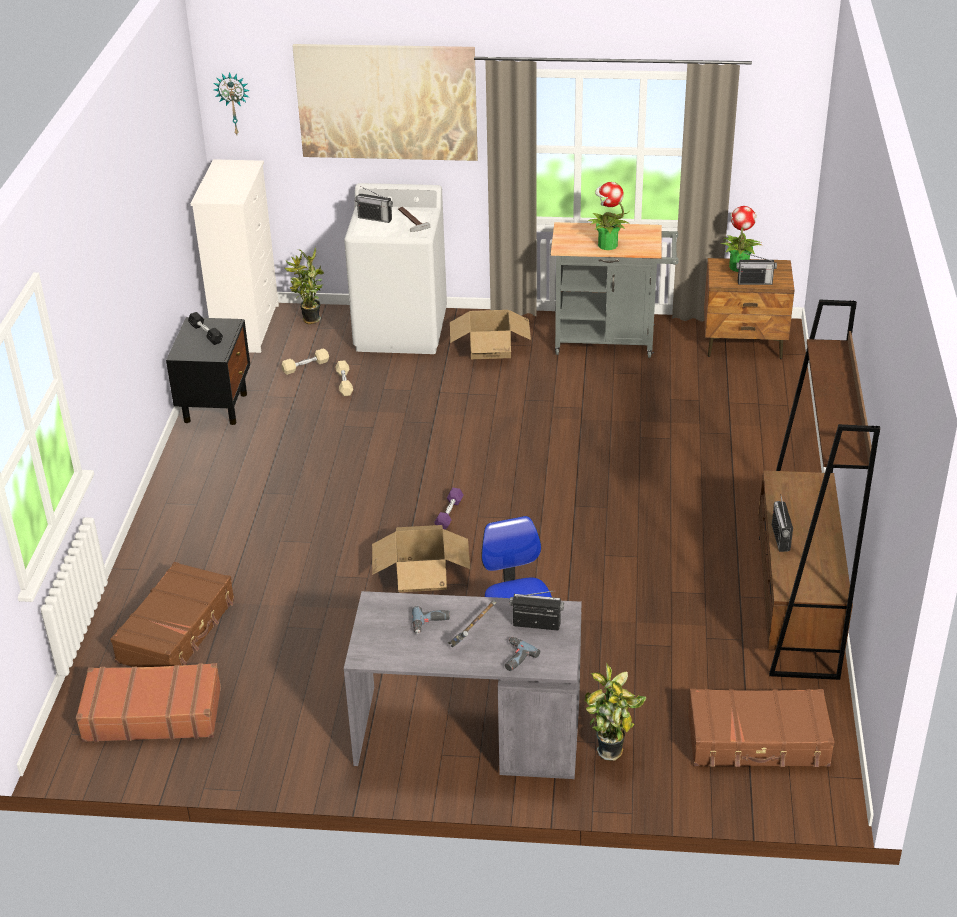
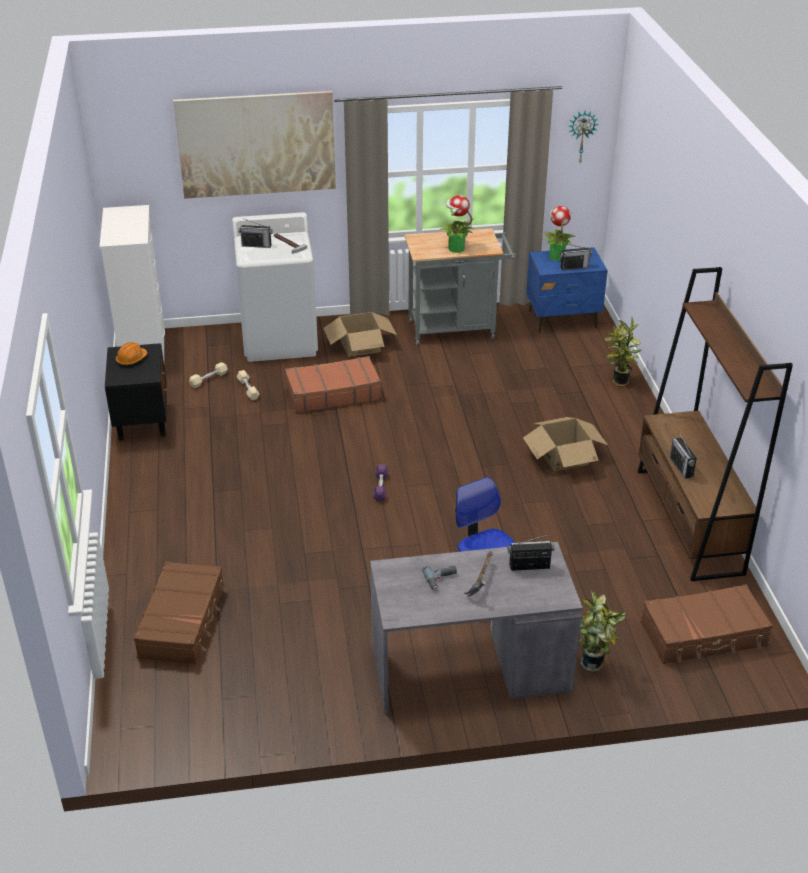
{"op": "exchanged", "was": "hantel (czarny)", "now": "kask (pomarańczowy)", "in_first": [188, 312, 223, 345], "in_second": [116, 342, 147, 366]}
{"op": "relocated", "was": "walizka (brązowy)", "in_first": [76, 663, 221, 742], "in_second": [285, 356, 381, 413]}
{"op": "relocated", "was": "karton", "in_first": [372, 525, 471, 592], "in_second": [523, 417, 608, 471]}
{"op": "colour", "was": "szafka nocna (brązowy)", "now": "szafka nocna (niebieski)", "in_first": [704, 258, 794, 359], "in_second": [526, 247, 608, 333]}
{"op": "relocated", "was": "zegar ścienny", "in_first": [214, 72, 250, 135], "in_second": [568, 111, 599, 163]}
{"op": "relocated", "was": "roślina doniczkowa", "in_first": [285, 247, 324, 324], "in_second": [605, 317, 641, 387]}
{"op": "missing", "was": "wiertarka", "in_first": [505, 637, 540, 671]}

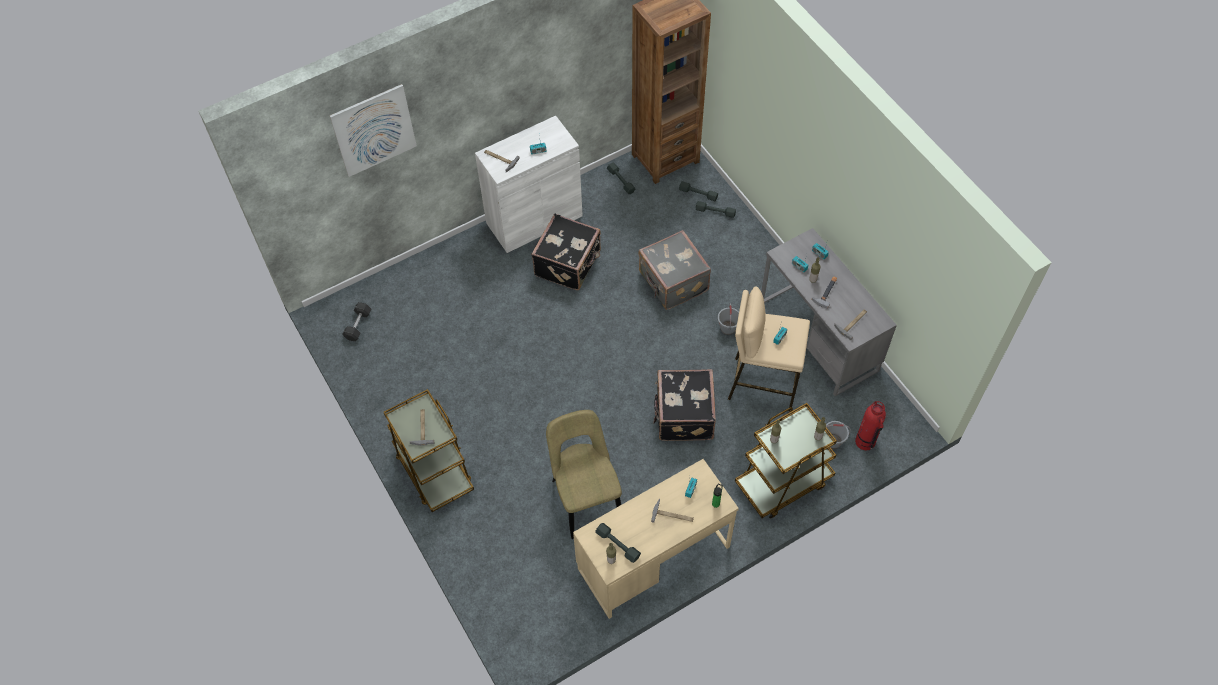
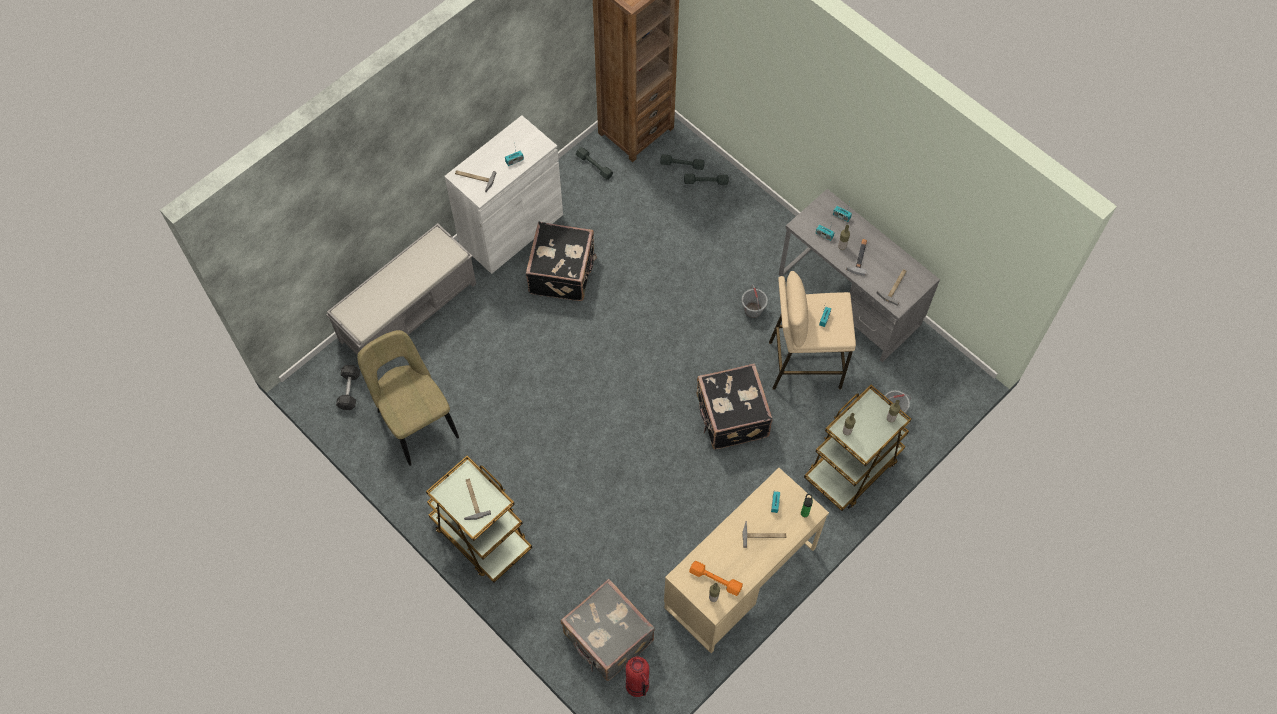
{"op": "appeared", "now": "ławka (szary)", "in_second": [326, 223, 476, 355]}
{"op": "relocated", "was": "krzesło (beżowy)", "in_first": [546, 410, 622, 539], "in_second": [357, 330, 459, 466]}
{"op": "relocated", "was": "walizka (szary)", "in_first": [638, 230, 711, 310], "in_second": [561, 579, 655, 681]}
{"op": "relocated", "was": "gaśnica", "in_first": [855, 401, 886, 451], "in_second": [626, 656, 649, 697]}
{"op": "colour", "was": "hantel (szary)", "now": "hantel (pomarańczowy)", "in_first": [595, 523, 641, 563], "in_second": [689, 561, 743, 596]}
{"op": "missing", "was": "obraz", "in_first": [330, 84, 417, 177]}

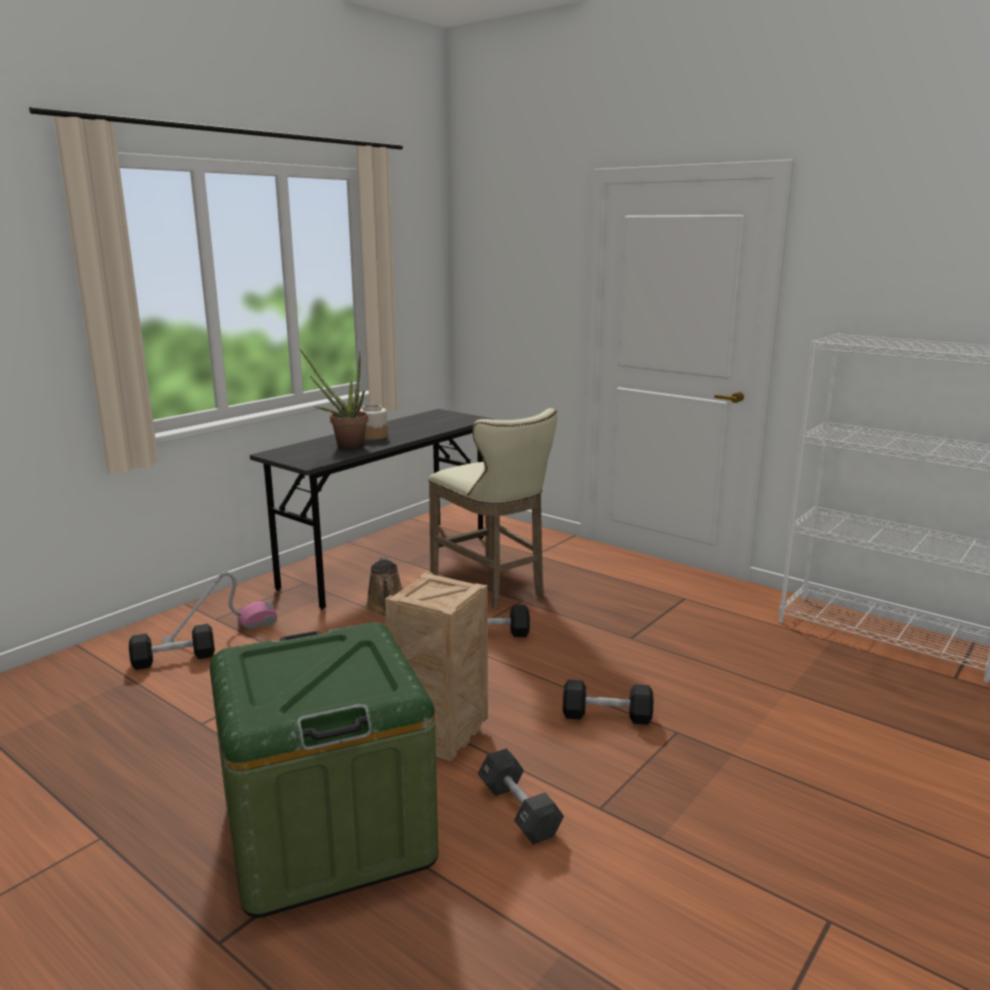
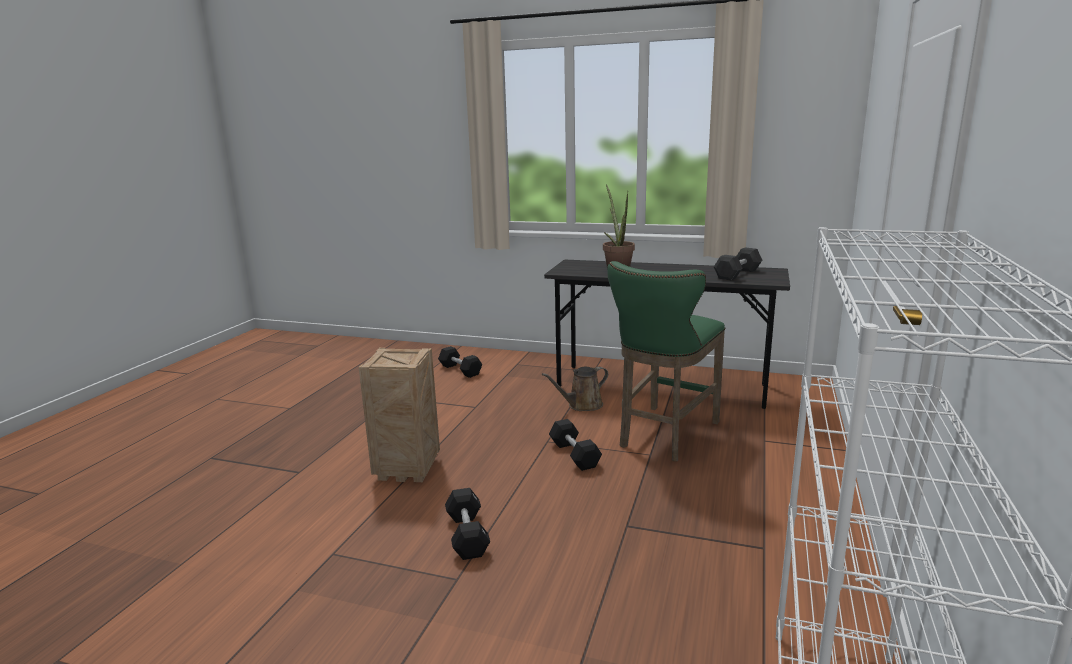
{"op": "colour", "was": "stołek (beżowy)", "now": "stołek (zielony)", "in_first": [428, 408, 557, 610], "in_second": [607, 261, 726, 461]}
{"op": "relocated", "was": "hantel (czarny)", "in_first": [478, 748, 564, 844], "in_second": [714, 247, 762, 280]}
{"op": "missing", "was": "odkurzacz", "in_first": [162, 572, 277, 644]}
{"op": "missing", "was": "pojemnik do przechowywania (zielony)", "in_first": [210, 622, 438, 918]}
{"op": "missing", "was": "słoik", "in_first": [360, 404, 388, 440]}

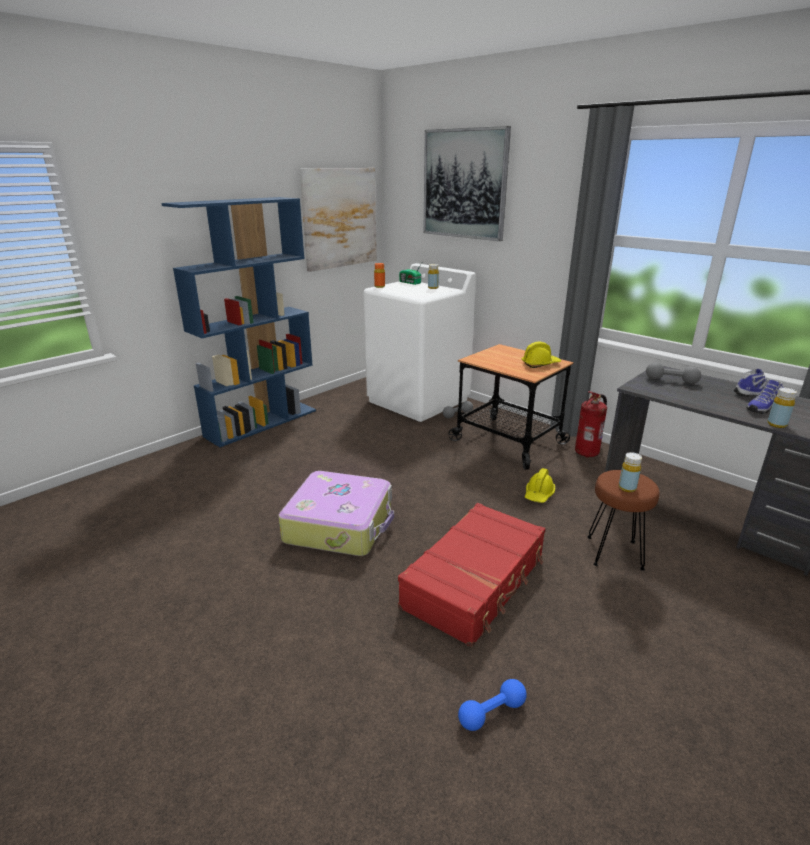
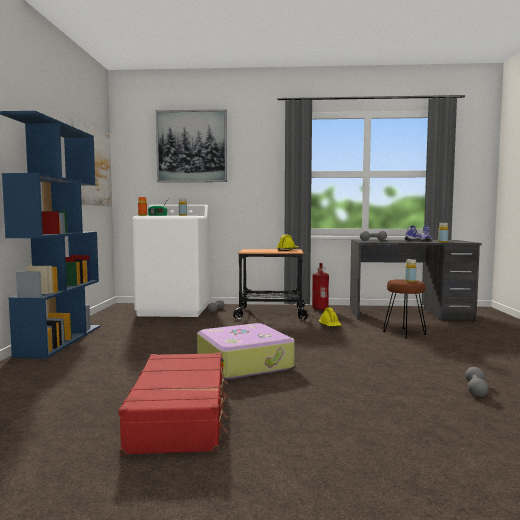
{"op": "relocated", "was": "walizka (czerwony)", "in_first": [398, 503, 545, 647], "in_second": [119, 353, 228, 455]}
{"op": "colour", "was": "hantel (niebieski)", "now": "hantel (szary)", "in_first": [458, 679, 527, 731], "in_second": [465, 367, 488, 397]}

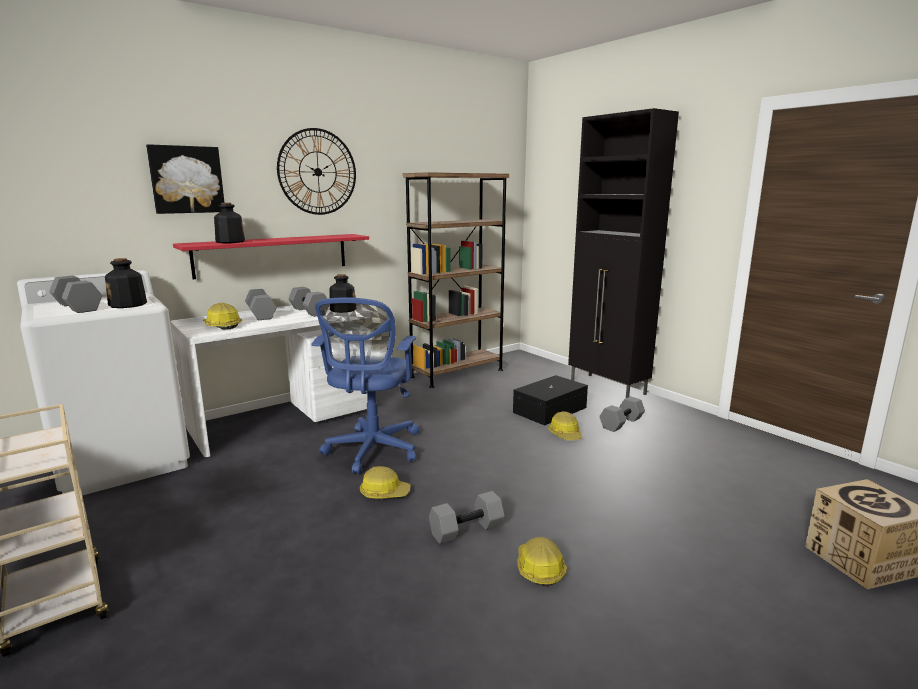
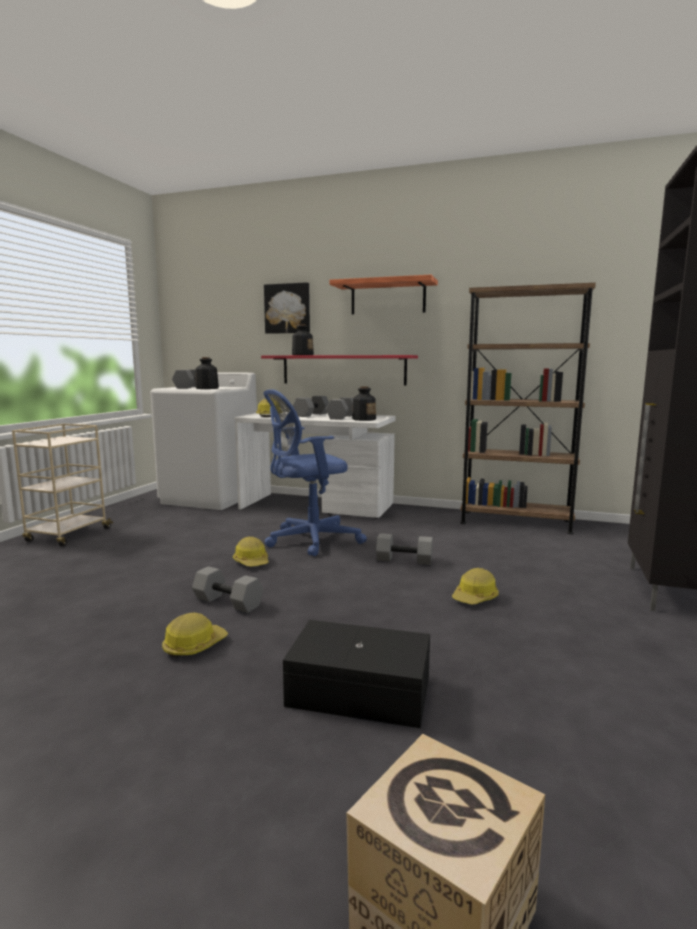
{"op": "relocated", "was": "pojemnik do przechowywania (czarny)", "in_first": [513, 375, 588, 425], "in_second": [283, 620, 430, 728]}
{"op": "exchanged", "was": "zegar ścienny", "now": "półka", "in_first": [277, 128, 356, 215], "in_second": [330, 275, 438, 314]}
{"op": "relocated", "was": "hantel (szary)", "in_first": [599, 396, 645, 432], "in_second": [376, 533, 433, 565]}

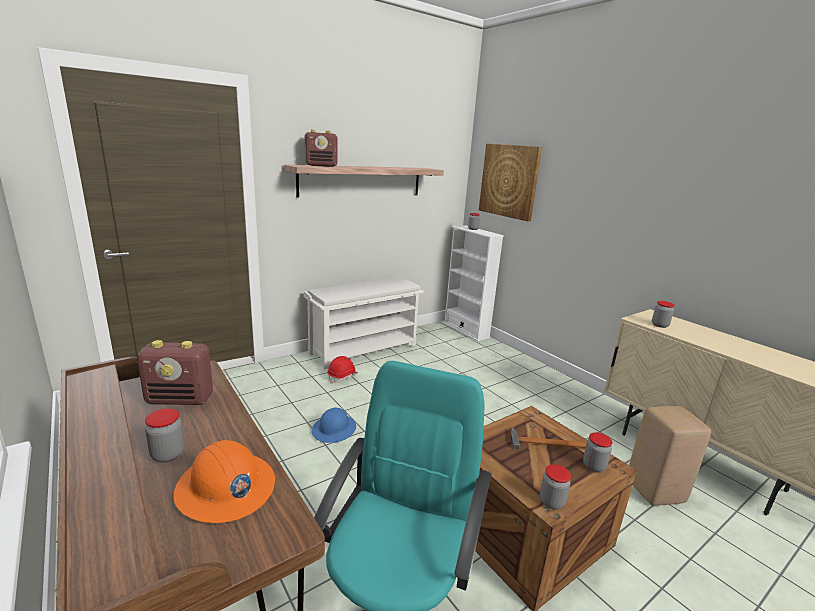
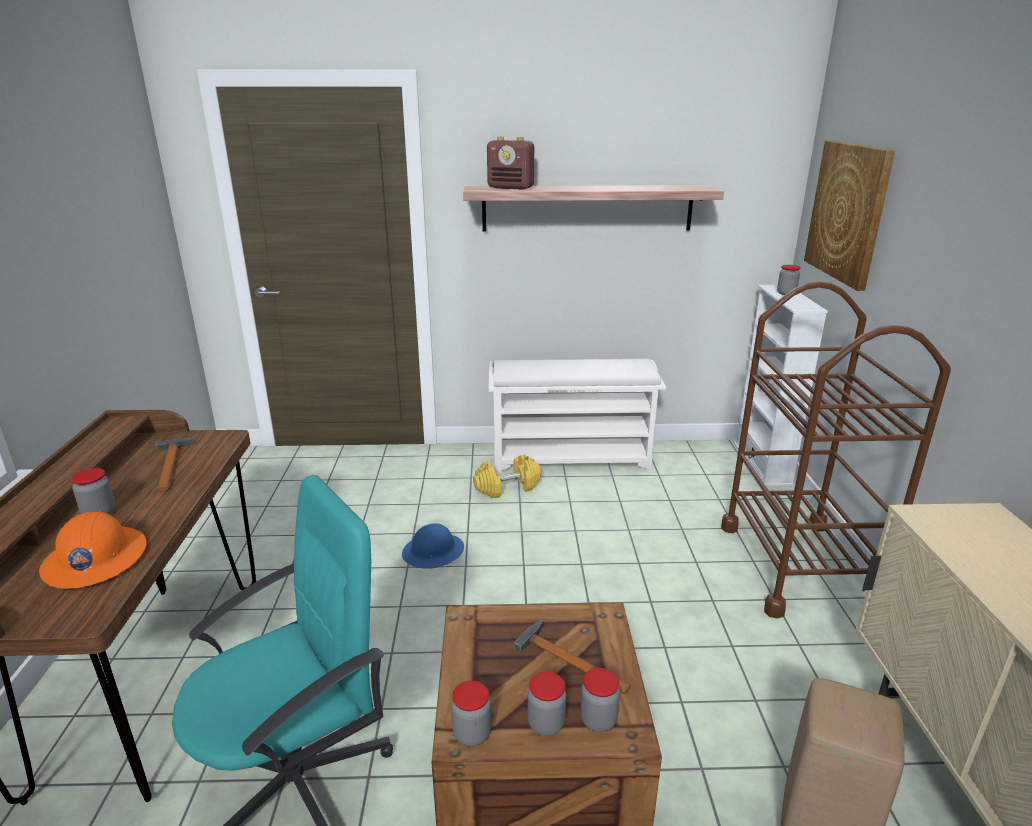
{"op": "exchanged", "was": "radio", "now": "młotek", "in_first": [137, 340, 213, 405], "in_second": [155, 438, 195, 491]}
{"op": "exchanged", "was": "kask (czerwony)", "now": "hantel (żółty)", "in_first": [327, 356, 357, 384], "in_second": [473, 454, 541, 498]}
{"op": "relocated", "was": "słoik", "in_first": [652, 301, 675, 328], "in_second": [528, 672, 566, 736]}
{"op": "appeared", "now": "wózek (brązowy)", "in_second": [721, 281, 951, 619]}

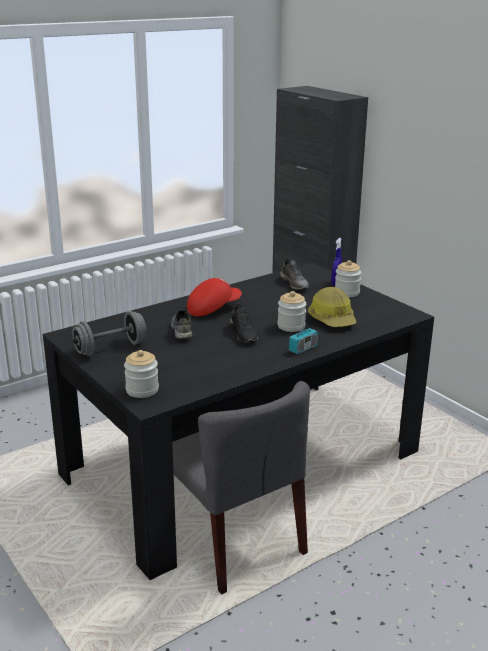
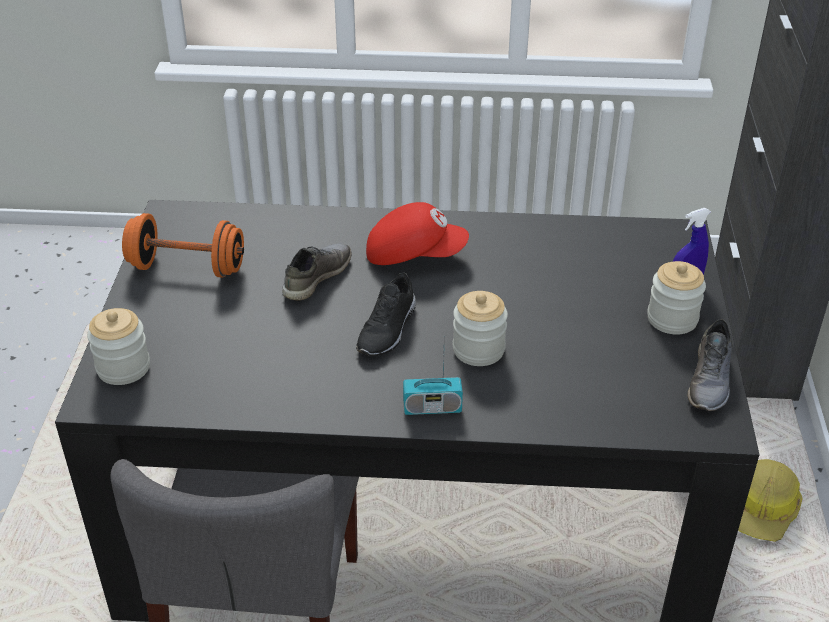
{"op": "colour", "was": "hantel (szary)", "now": "hantel (pomarańczowy)", "in_first": [72, 311, 147, 356], "in_second": [122, 213, 244, 278]}
{"op": "relocated", "was": "but (szary)", "in_first": [280, 258, 309, 290], "in_second": [687, 319, 733, 411]}
{"op": "relocated", "was": "kask", "in_first": [308, 287, 357, 327], "in_second": [738, 459, 803, 542]}

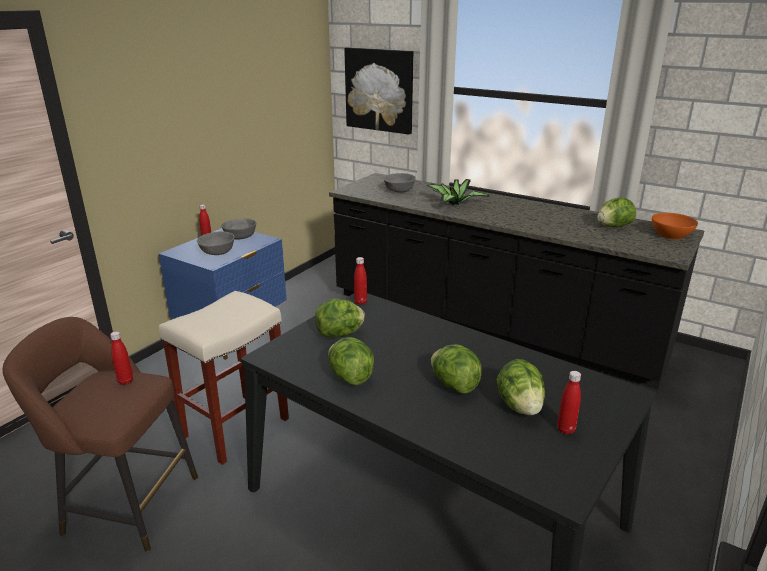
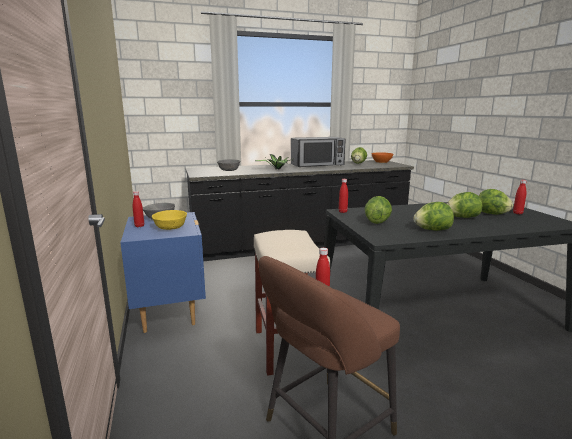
{"op": "colour", "was": "miska (szary)", "now": "miska (żółty)", "in_first": [197, 231, 235, 255], "in_second": [152, 210, 187, 230]}
{"op": "appeared", "now": "mikrofalówka", "in_second": [291, 137, 345, 167]}
{"op": "missing", "was": "obraz", "in_first": [344, 47, 413, 135]}

